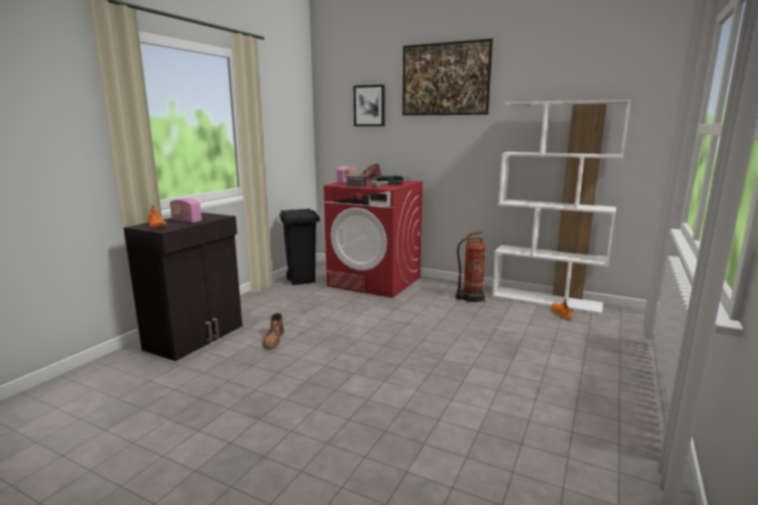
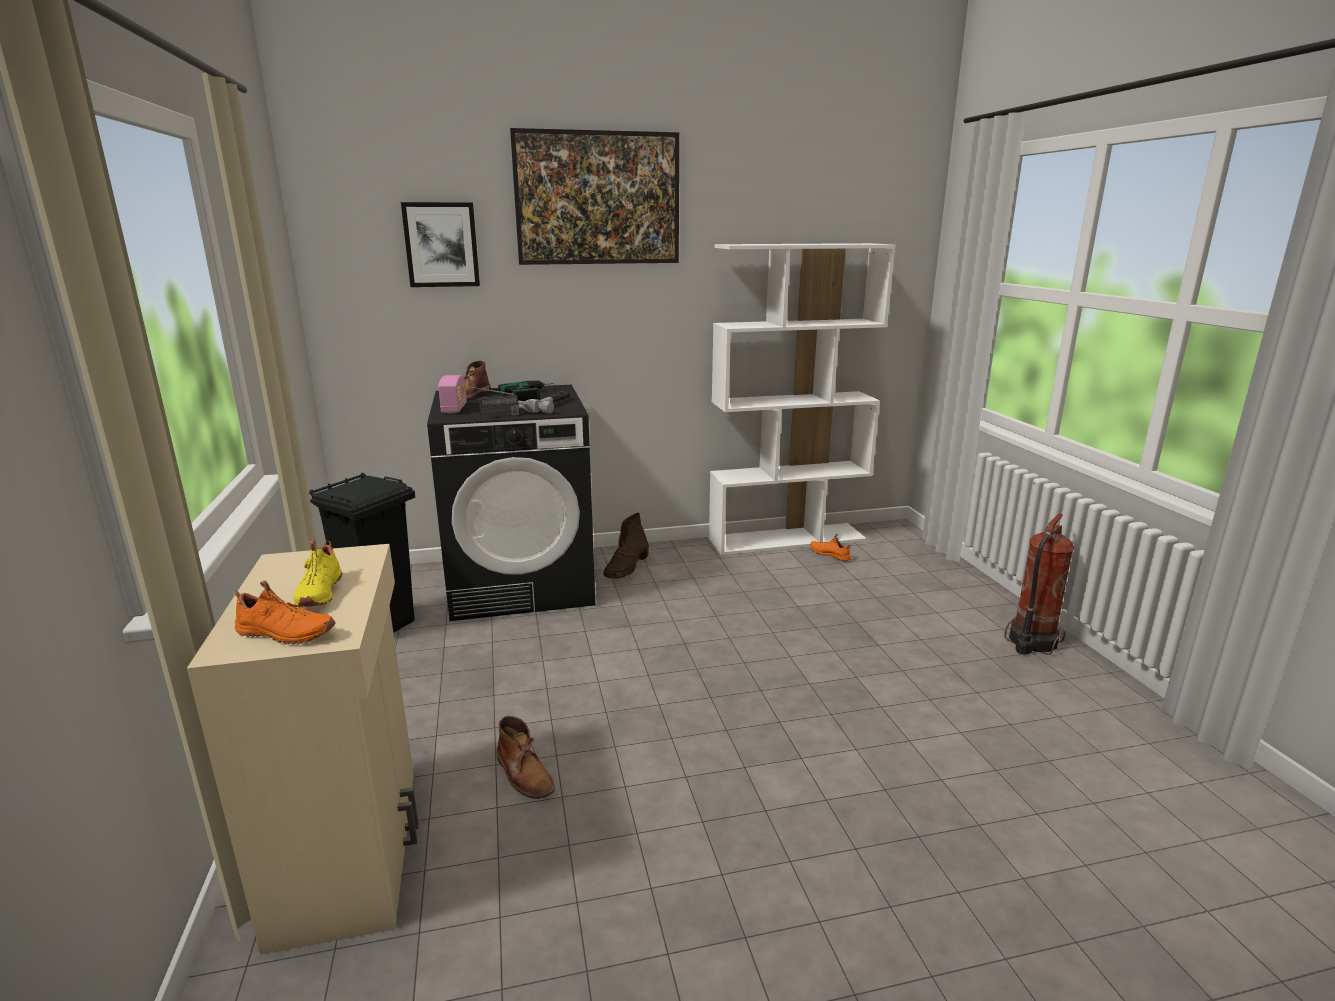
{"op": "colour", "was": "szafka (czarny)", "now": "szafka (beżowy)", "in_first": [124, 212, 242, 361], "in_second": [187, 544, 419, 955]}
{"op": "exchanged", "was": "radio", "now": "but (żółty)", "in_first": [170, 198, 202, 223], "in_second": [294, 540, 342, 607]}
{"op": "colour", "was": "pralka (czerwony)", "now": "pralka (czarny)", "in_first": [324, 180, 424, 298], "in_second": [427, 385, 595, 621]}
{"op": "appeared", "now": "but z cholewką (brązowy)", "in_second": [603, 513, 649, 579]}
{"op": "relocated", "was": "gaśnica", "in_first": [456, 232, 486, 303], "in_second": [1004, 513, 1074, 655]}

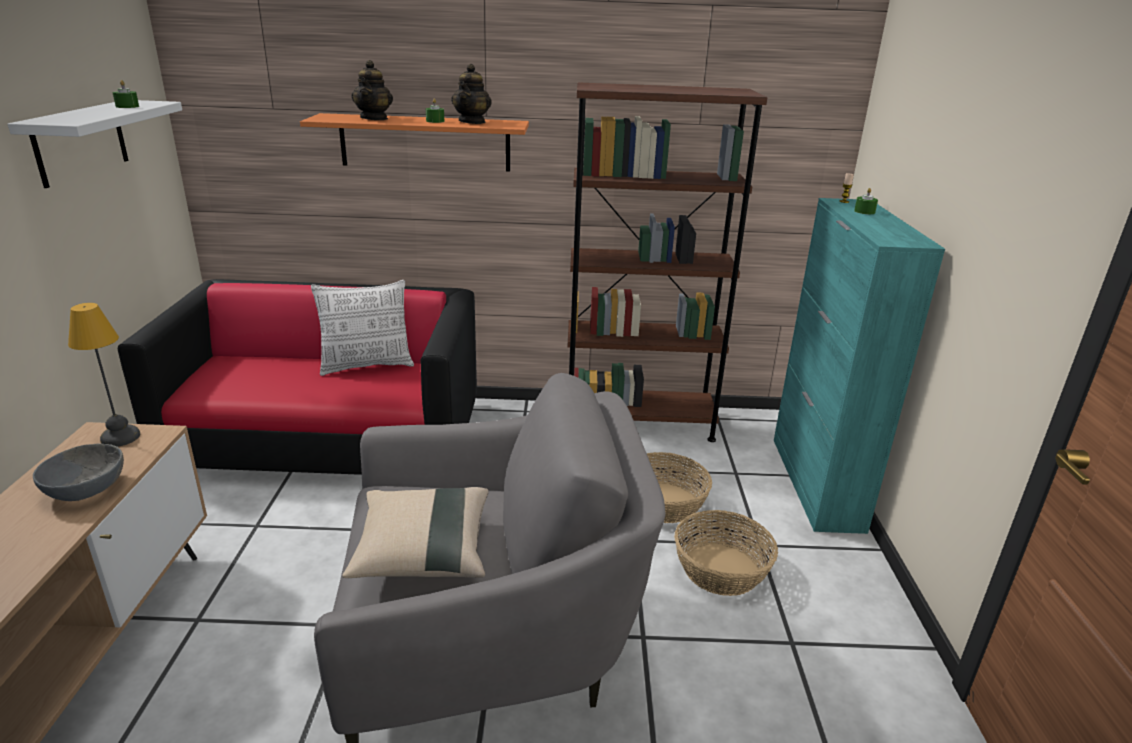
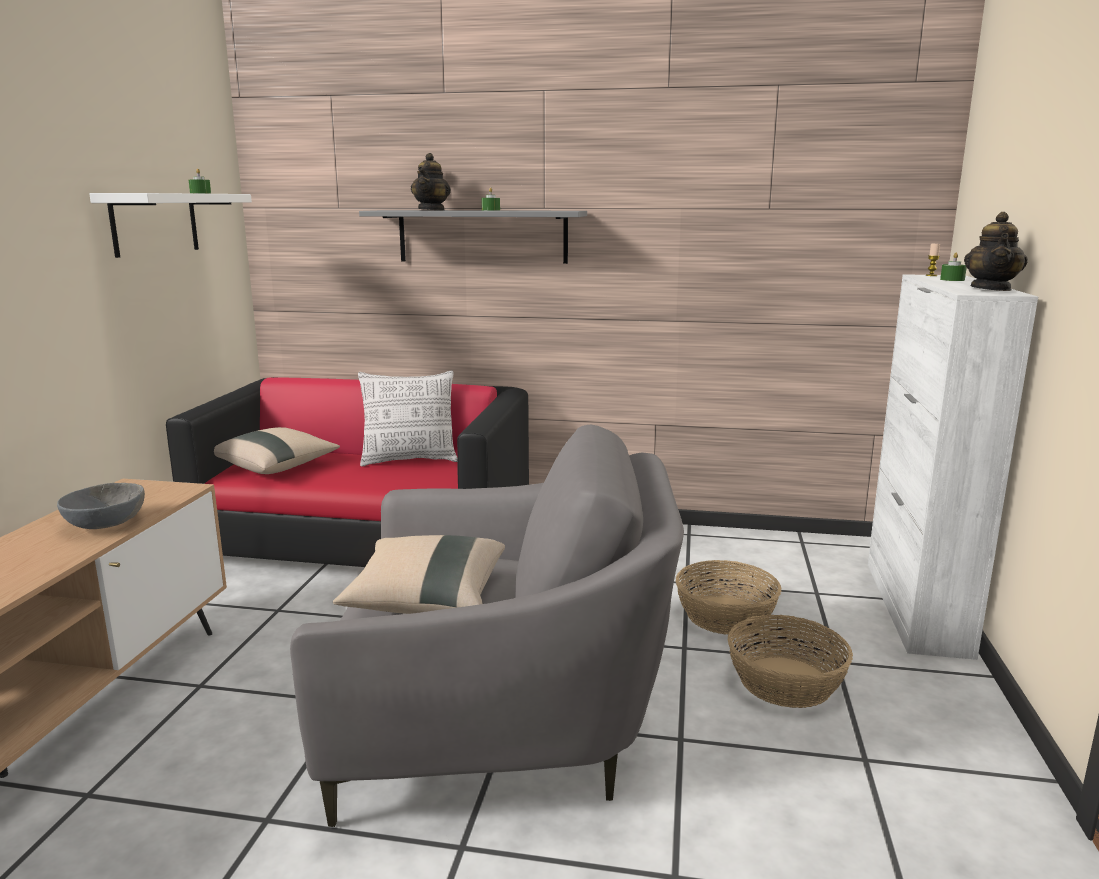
{"op": "appeared", "now": "poduszka (beżowy)", "in_second": [214, 427, 340, 474]}
{"op": "colour", "was": "półka (pomarańczowy)", "now": "półka (szary)", "in_first": [300, 113, 529, 172], "in_second": [359, 210, 587, 264]}
{"op": "colour", "was": "szafka (turkusowy)", "now": "szafka (biały)", "in_first": [774, 198, 945, 534], "in_second": [868, 274, 1038, 660]}
{"op": "relocated", "was": "imbryk", "in_first": [451, 64, 492, 124], "in_second": [964, 212, 1028, 291]}
{"op": "missing", "was": "lampa stołowa", "in_first": [68, 303, 140, 447]}
{"op": "missing", "was": "regał (brązowy)", "in_first": [568, 82, 768, 442]}

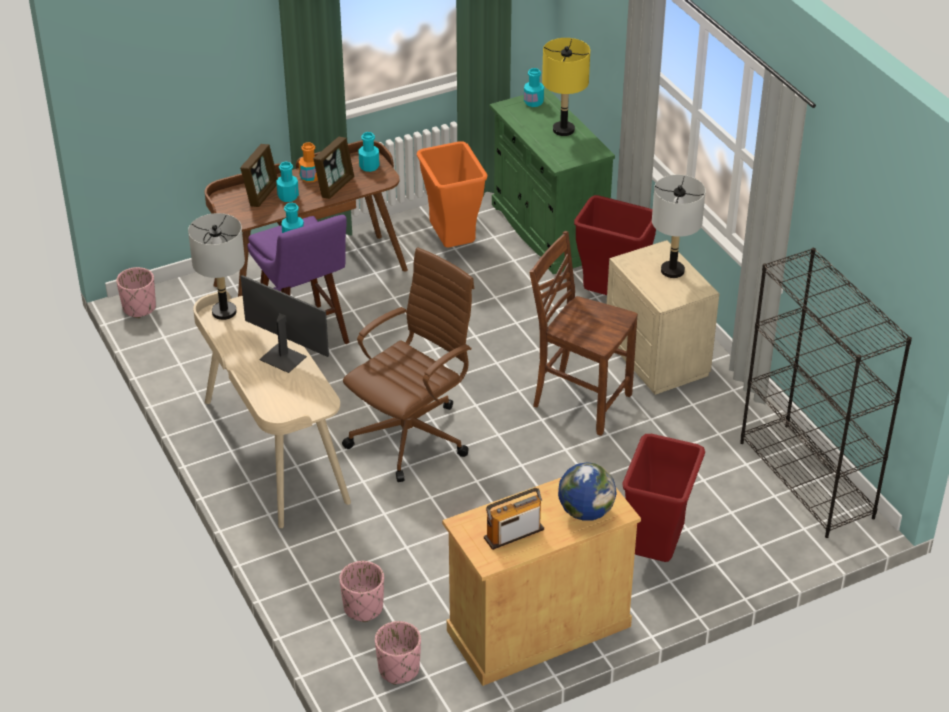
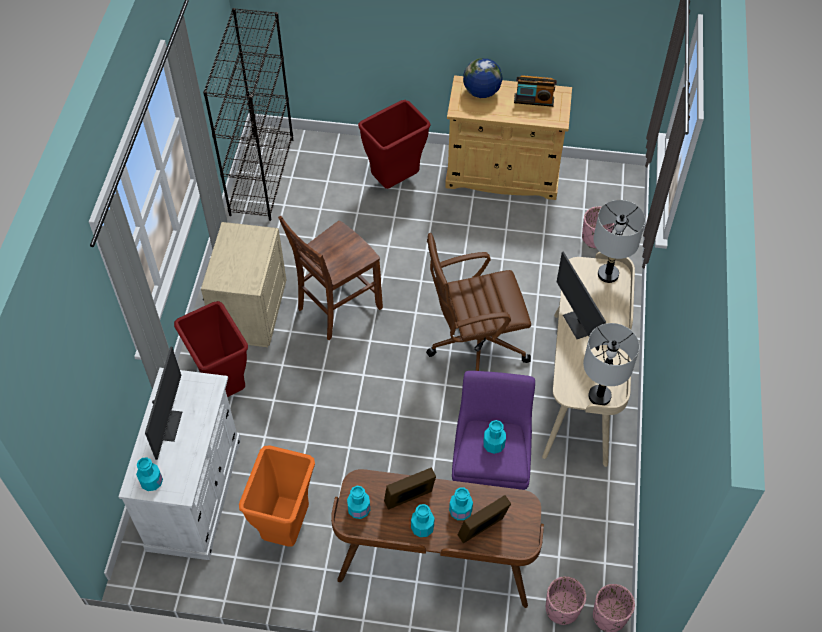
{"op": "colour", "was": "szafka (zielony)", "now": "szafka (biały)", "in_first": [489, 89, 615, 274], "in_second": [118, 368, 241, 560]}
{"op": "exchanged", "was": "lampa stołowa (żółty)", "now": "monitor", "in_first": [542, 38, 590, 136], "in_second": [145, 347, 182, 460]}
{"op": "spun", "was": "krzesło (brązowy)", "in_first": [529, 231, 638, 436], "in_second": [278, 216, 383, 340], "clockwise": 75}
{"op": "colour", "was": "butelka (pomarańczowy)", "now": "butelka (turkusowy)", "in_first": [299, 142, 318, 182], "in_second": [411, 504, 435, 537]}
{"op": "relocated", "was": "donica (różowy)", "in_first": [375, 621, 421, 685], "in_second": [546, 576, 586, 625]}
{"op": "relocated", "was": "lampa stołowa (szary)", "in_first": [652, 175, 706, 278], "in_second": [593, 200, 646, 283]}

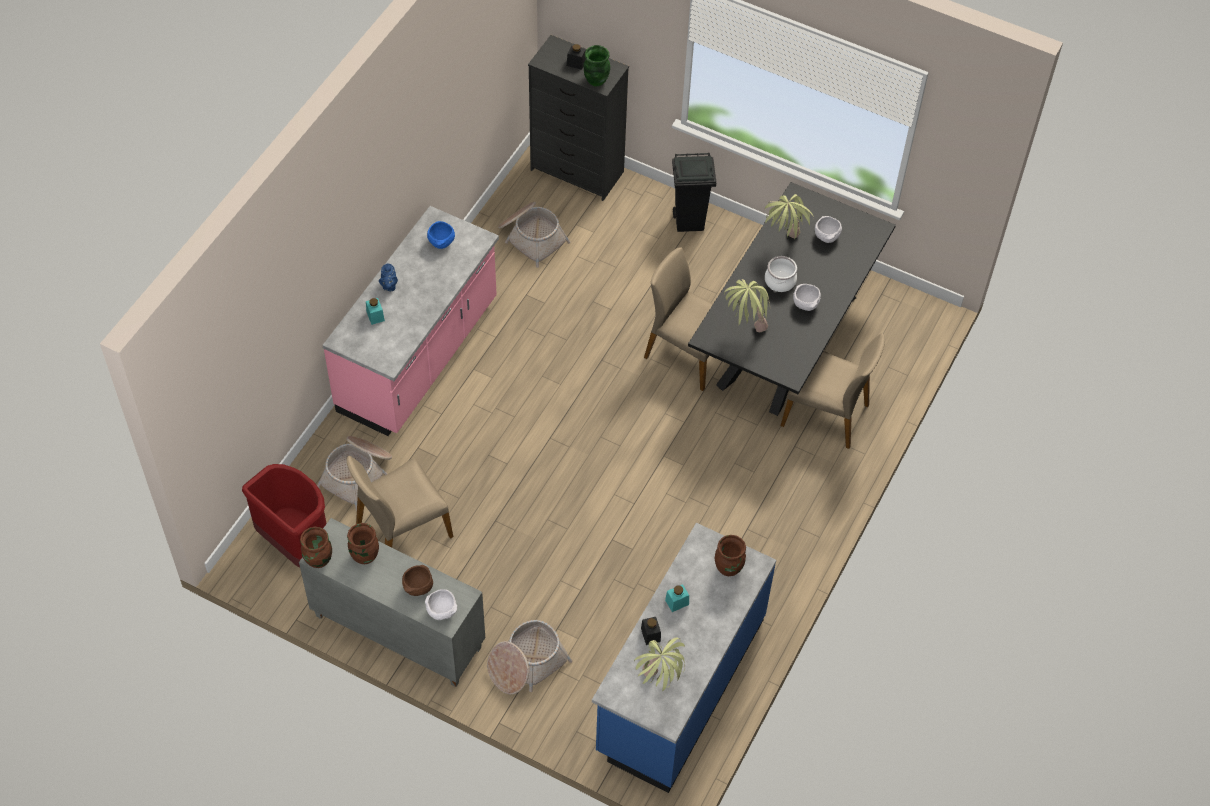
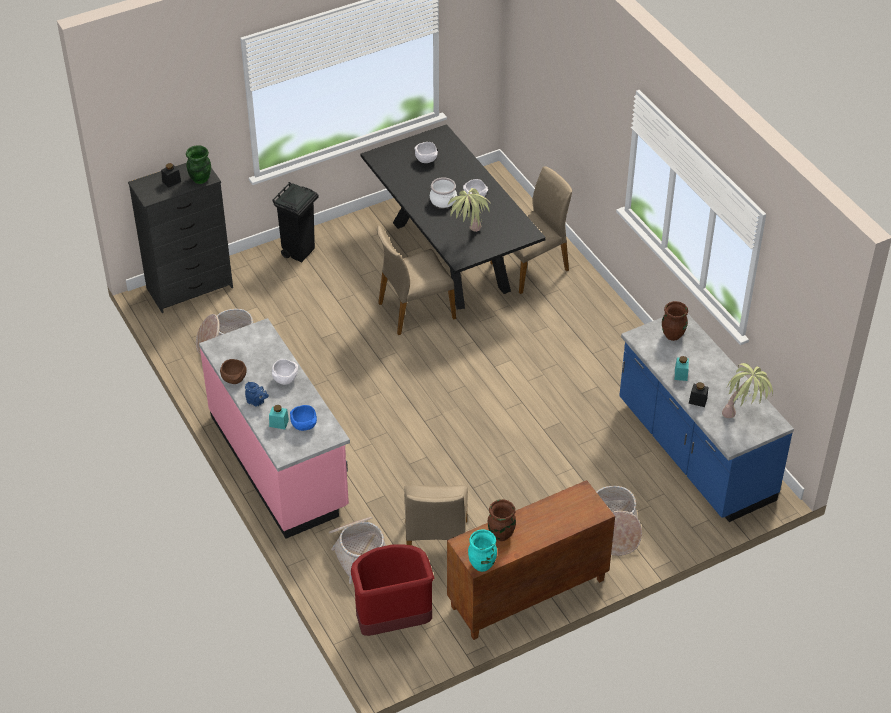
{"op": "relocated", "was": "miska (brązowy)", "in_first": [402, 565, 433, 596], "in_second": [220, 359, 247, 384]}
{"op": "relocated", "was": "miska (biały)", "in_first": [425, 589, 457, 620], "in_second": [272, 359, 298, 385]}
{"op": "relocated", "was": "miska (niebieski)", "in_first": [427, 221, 455, 249], "in_second": [290, 405, 317, 431]}
{"op": "colour", "was": "szafka (szary)", "now": "szafka (brązowy)", "in_first": [299, 518, 485, 687], "in_second": [447, 480, 615, 640]}
{"op": "colour", "was": "wazon (brązowy)", "now": "wazon (turkusowy)", "in_first": [300, 527, 332, 568], "in_second": [468, 529, 497, 572]}
{"op": "missing", "was": "roślina doniczkowa", "in_first": [765, 194, 814, 239]}

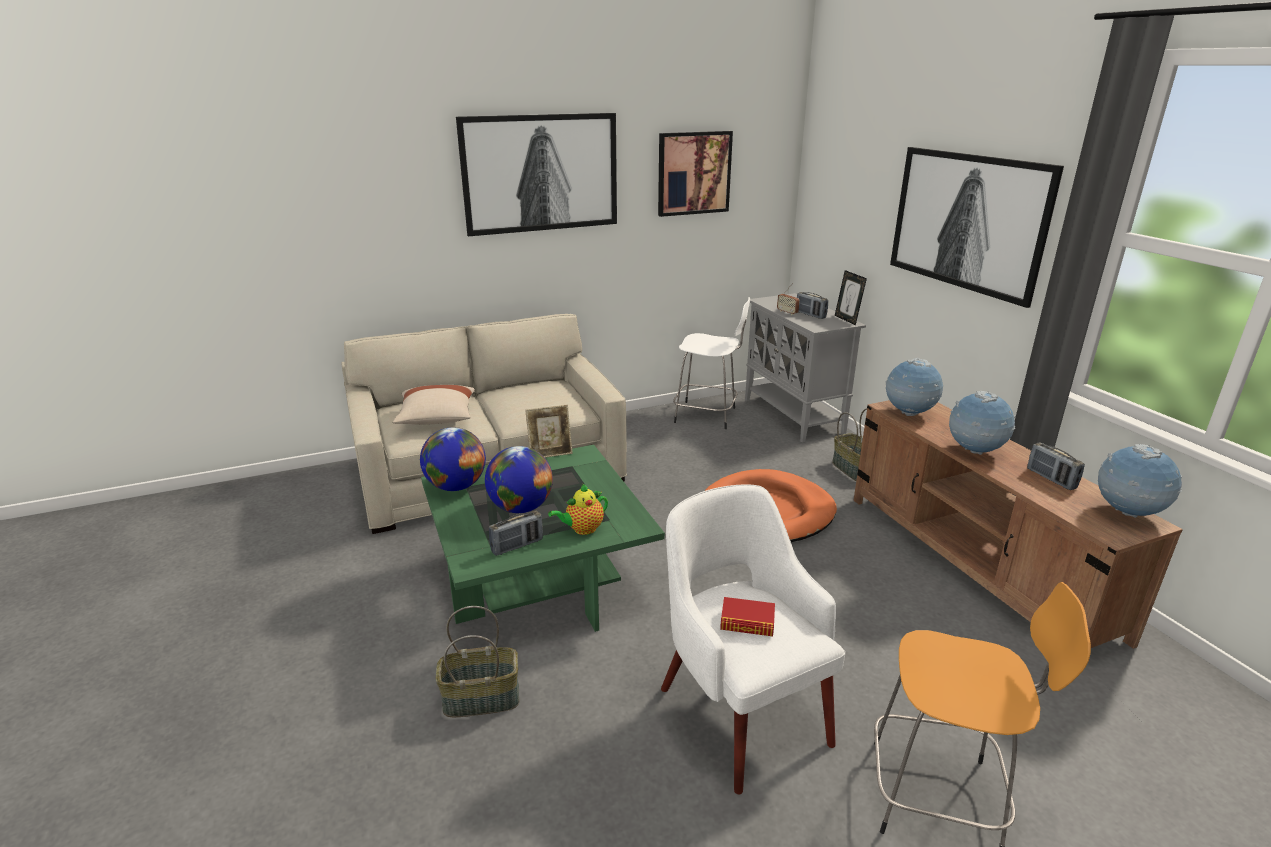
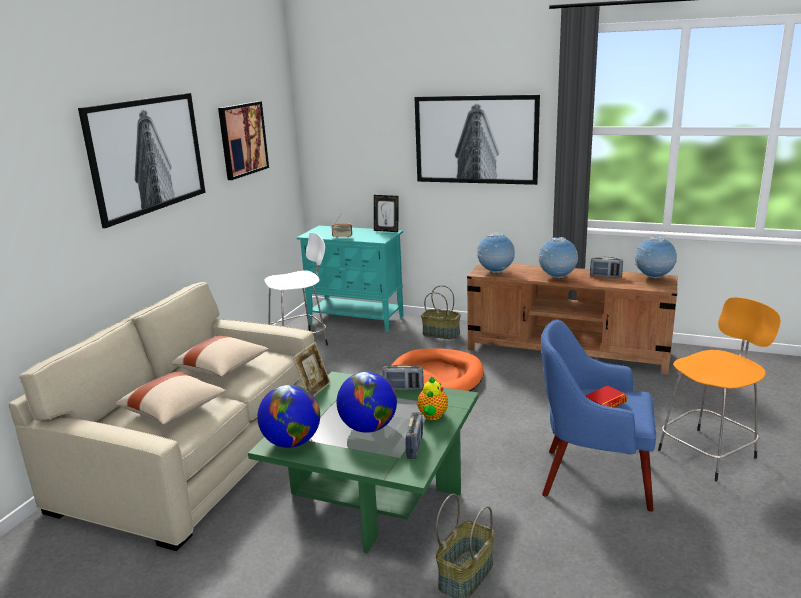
{"op": "appeared", "now": "poduszka (beżowy)", "in_second": [171, 335, 269, 377]}
{"op": "colour", "was": "szafka (szary)", "now": "szafka (turkusowy)", "in_first": [745, 293, 866, 443], "in_second": [297, 226, 404, 332]}
{"op": "relocated", "was": "radio", "in_first": [797, 292, 828, 319], "in_second": [383, 364, 424, 390]}
{"op": "colour", "was": "fotel (biały)", "now": "fotel (niebieski)", "in_first": [661, 485, 845, 795], "in_second": [541, 320, 656, 512]}

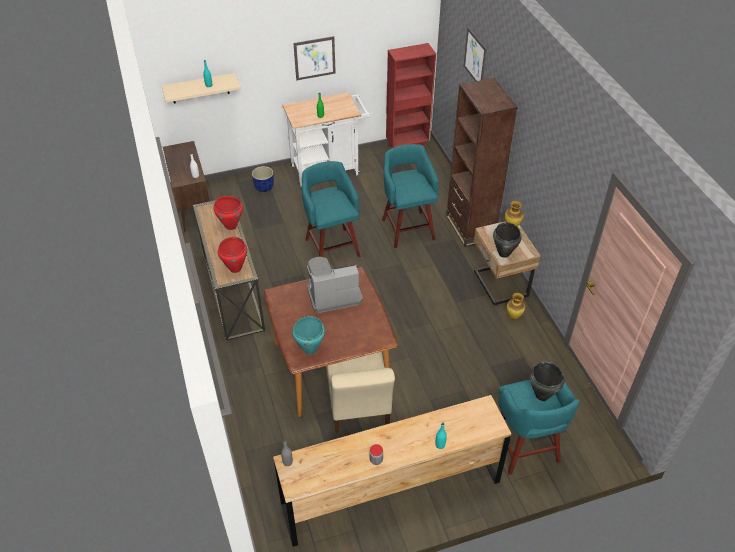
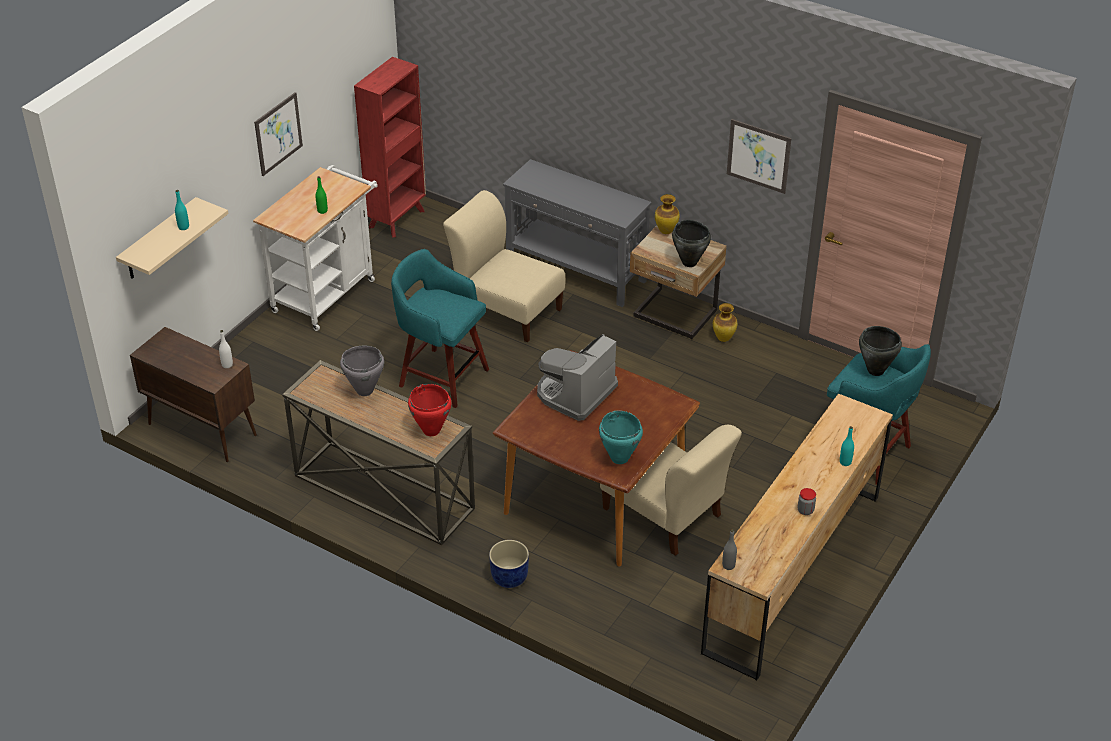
{"op": "colour", "was": "garnek (czerwony)", "now": "garnek (szary)", "in_first": [213, 196, 243, 230], "in_second": [340, 346, 384, 396]}
{"op": "exchanged", "was": "stołek (turkusowy)", "now": "krzesło (beżowy)", "in_first": [382, 144, 439, 248], "in_second": [443, 190, 565, 342]}
{"op": "relocated", "was": "donica (niebieski)", "in_first": [252, 166, 274, 192], "in_second": [489, 540, 529, 588]}
{"op": "exchanged", "was": "regał (brązowy)", "now": "stolik konsolowy (szary)", "in_first": [446, 78, 518, 247], "in_second": [503, 159, 652, 307]}
{"op": "relocated", "was": "obraz", "in_first": [464, 27, 487, 81], "in_second": [727, 119, 791, 194]}

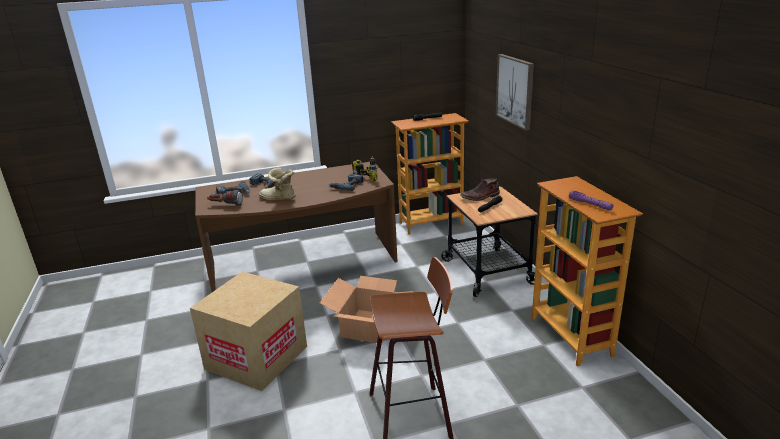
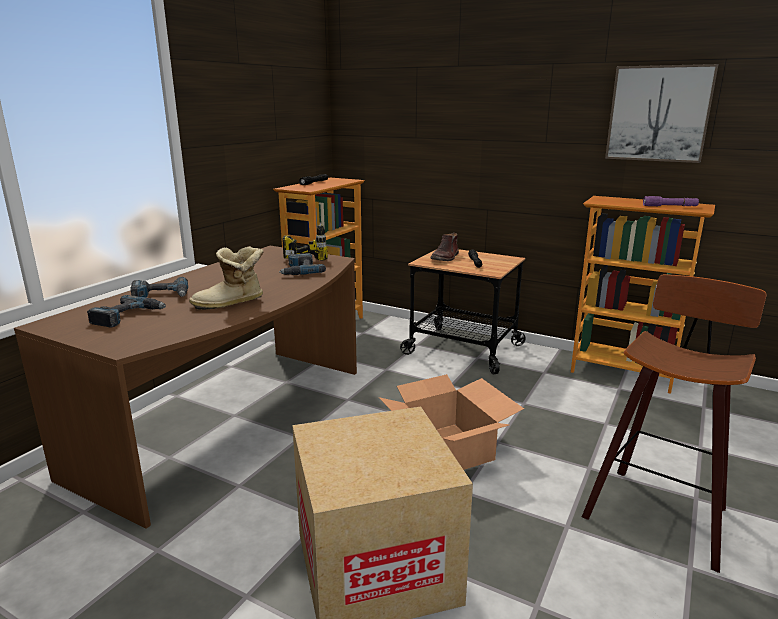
{"op": "relocated", "was": "obraz", "in_first": [496, 54, 534, 131], "in_second": [605, 64, 719, 163]}
{"op": "missing", "was": "latarka", "in_first": [207, 190, 243, 206]}

